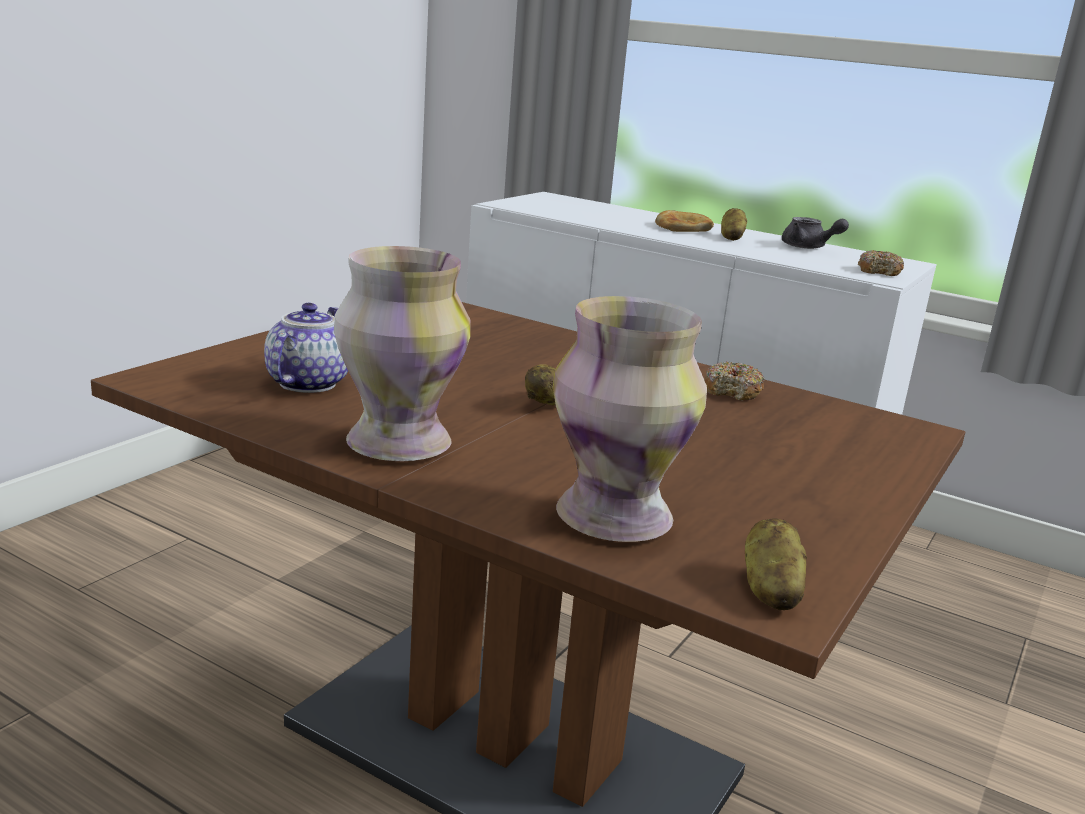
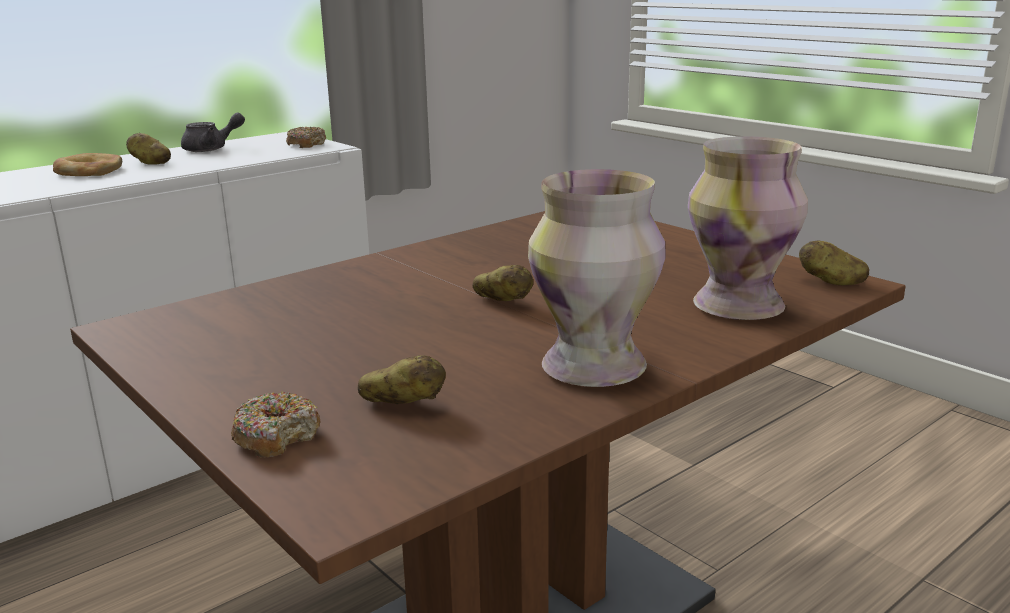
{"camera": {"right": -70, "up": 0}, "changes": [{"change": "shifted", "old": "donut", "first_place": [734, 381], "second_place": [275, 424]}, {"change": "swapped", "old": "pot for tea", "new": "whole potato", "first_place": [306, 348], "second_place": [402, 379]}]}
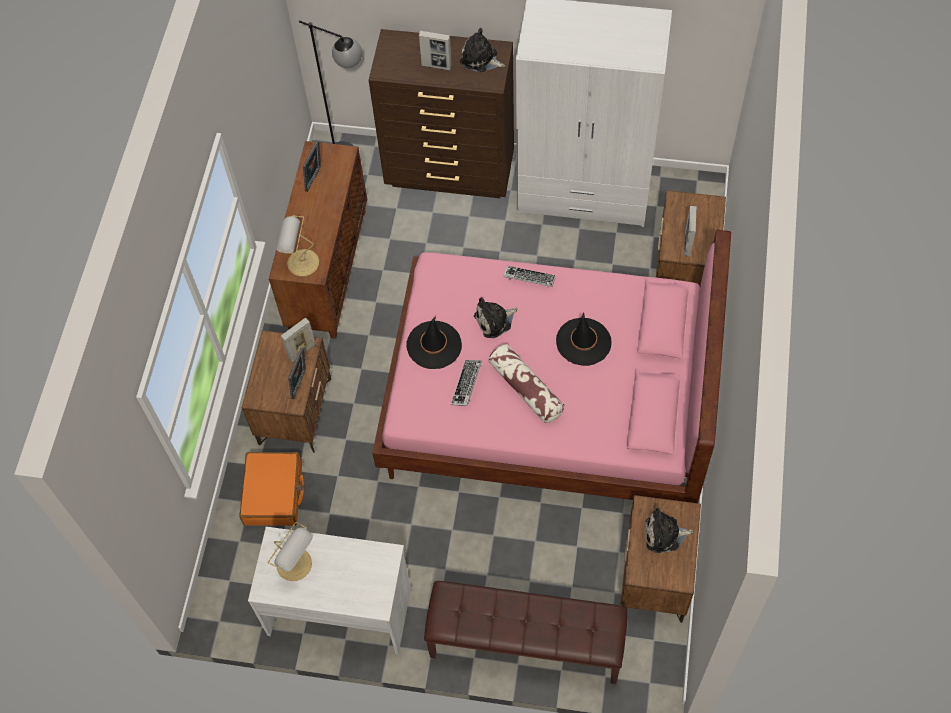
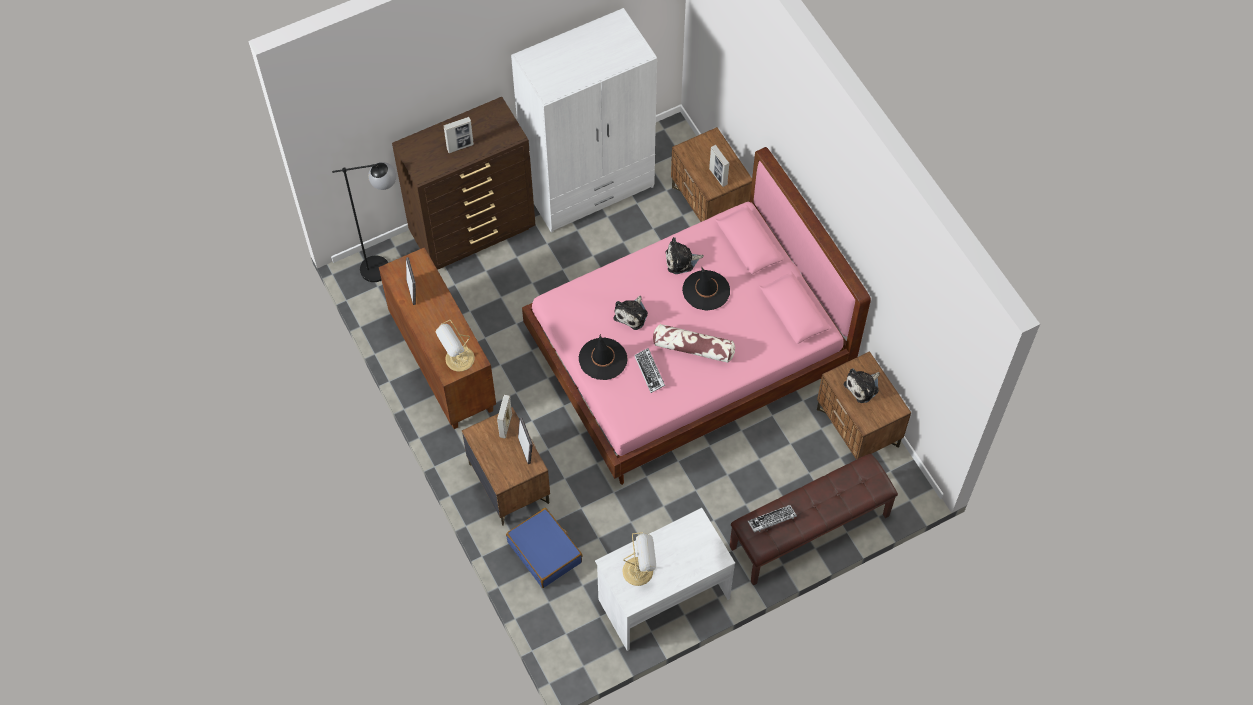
{"camera": {"right": -40, "up": 0}, "changes": [{"change": "shifted", "old": "cuddly toy", "first_place": [482, 50], "second_place": [684, 255]}, {"change": "shifted", "old": "keyboard", "first_place": [529, 277], "second_place": [772, 519]}, {"change": "repainted", "old": "orangey suitcase", "new": "bluish suitcase", "first_place": [271, 489], "second_place": [544, 548]}]}
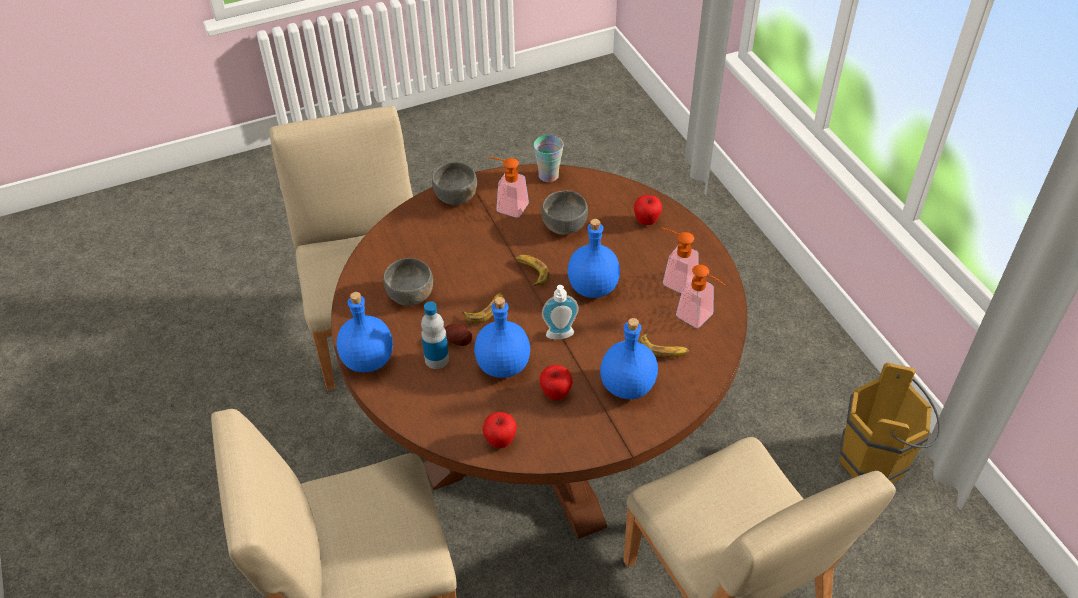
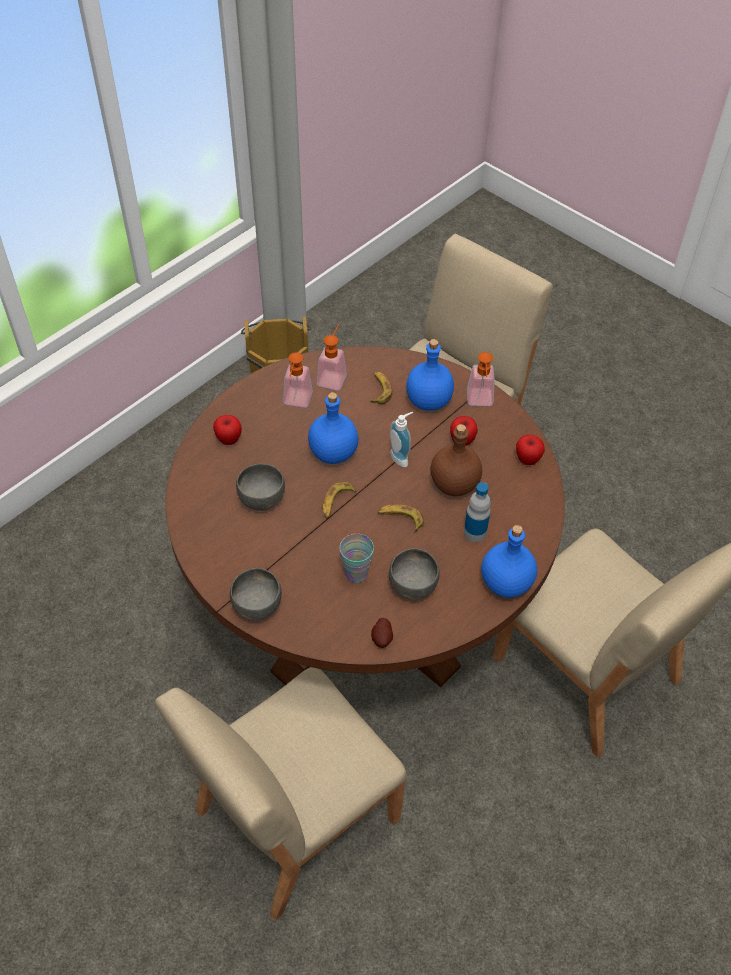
{"camera": {"right": -115, "up": 5}, "changes": [{"change": "shifted", "old": "whole potato", "first_place": [458, 335], "second_place": [382, 633]}, {"change": "shifted", "old": "soap dispenser", "first_place": [508, 187], "second_place": [481, 379]}, {"change": "shifted", "old": "drinking cup", "first_place": [548, 158], "second_place": [357, 558]}, {"change": "repainted", "old": "bluish bottle", "new": "brown bottle", "first_place": [502, 337], "second_place": [456, 460]}]}
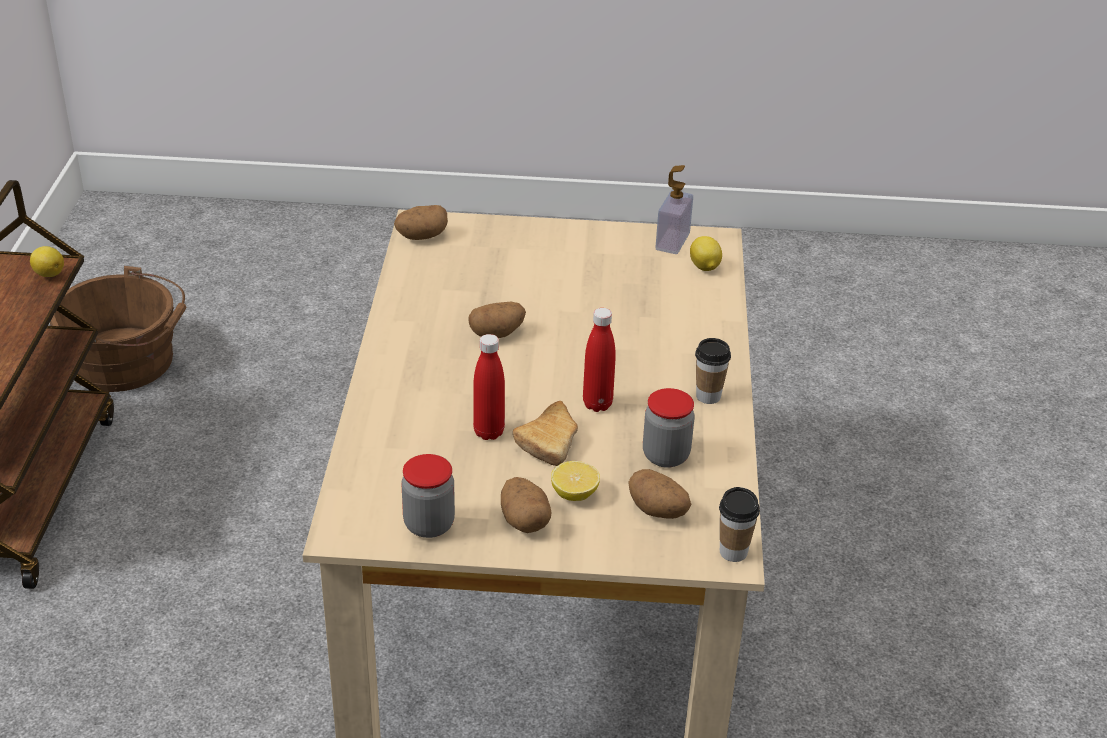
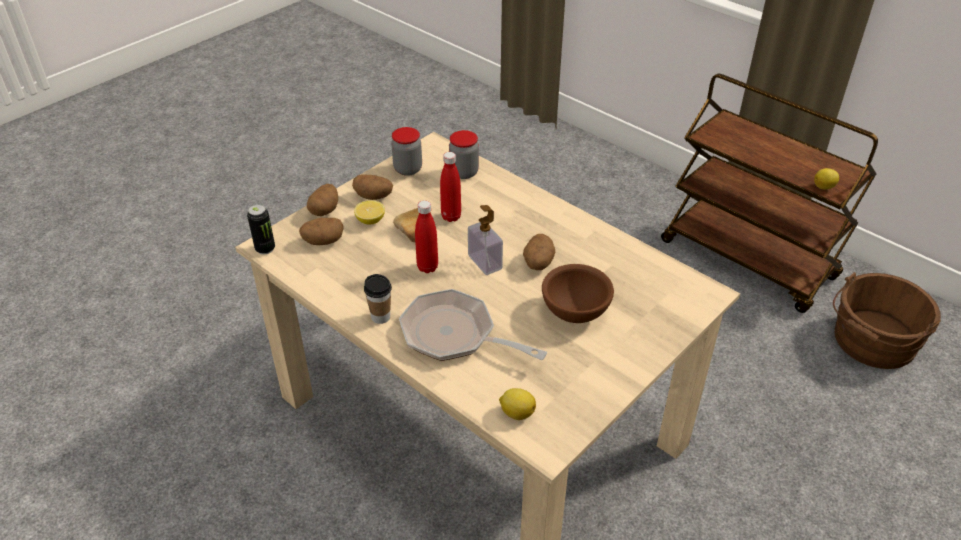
{"camera": {"right": 130, "up": 5}, "changes": [{"change": "new", "new": "pan", "second_place": [473, 325]}, {"change": "new", "new": "brown bowl", "second_place": [578, 293]}, {"change": "shifted", "old": "whole potato", "first_place": [421, 222], "second_place": [322, 200]}, {"change": "shifted", "old": "preserve jar", "first_place": [669, 428], "second_place": [464, 154]}, {"change": "shifted", "old": "soap dispenser", "first_place": [674, 209], "second_place": [485, 240]}, {"change": "swapped", "old": "drinking cup", "new": "metal can", "first_place": [739, 524], "second_place": [261, 229]}]}
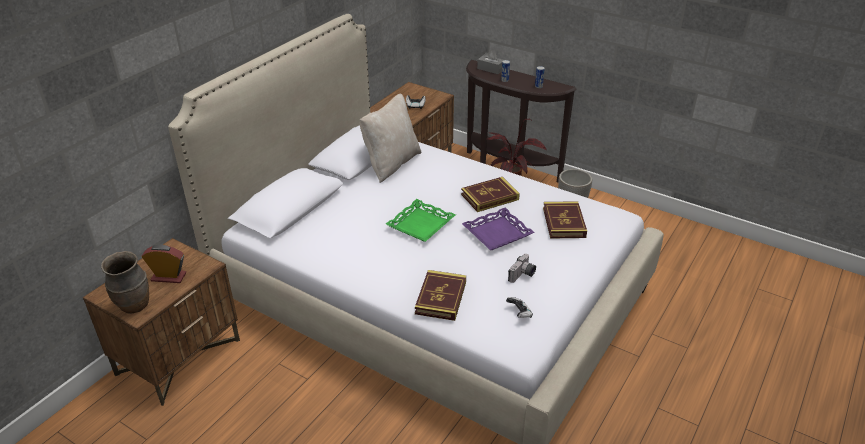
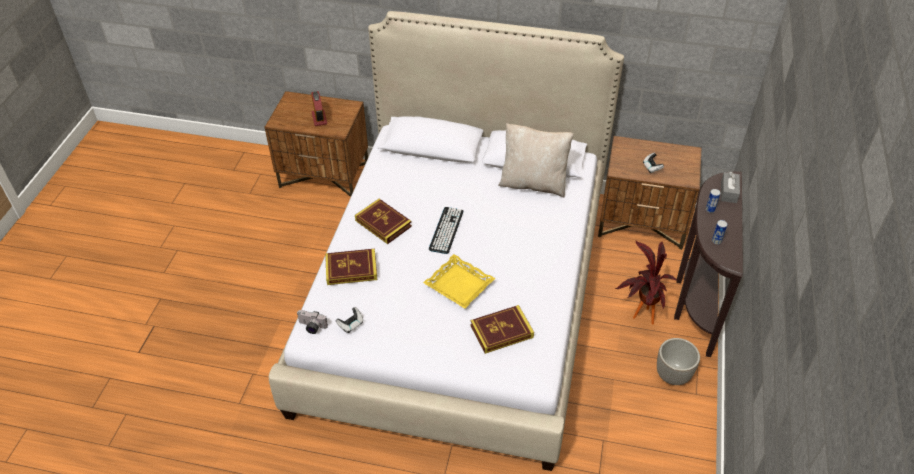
{"camera": {"right": 70, "up": 10}, "changes": [{"change": "gone", "old": "brown flower vase", "first_place": [125, 282]}, {"change": "shifted", "old": "bound book", "first_place": [490, 194], "second_place": [383, 221]}, {"change": "shifted", "old": "photo camera", "first_place": [522, 268], "second_place": [312, 322]}, {"change": "swapped", "old": "green-coloured serving tray", "new": "keyboard", "first_place": [421, 220], "second_place": [446, 230]}, {"change": "repainted", "old": "purple serving tray", "new": "yellow-coloured serving tray", "first_place": [498, 228], "second_place": [459, 281]}]}
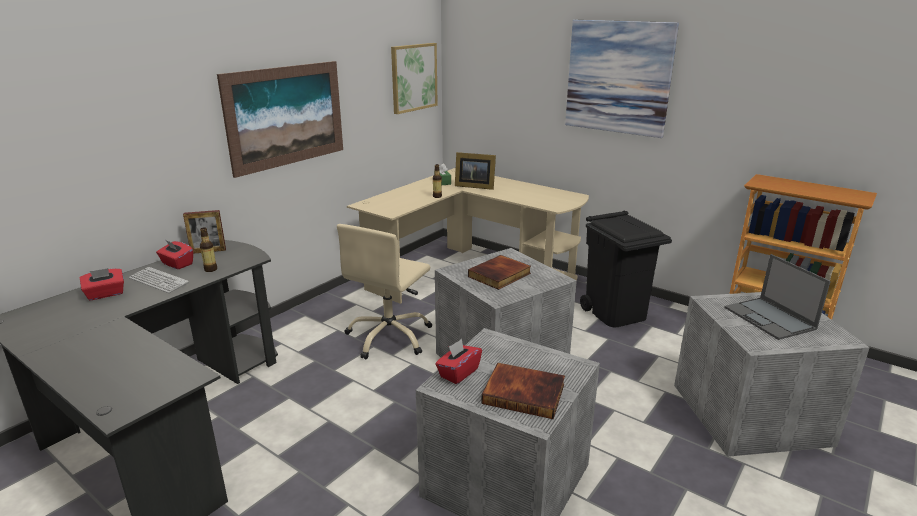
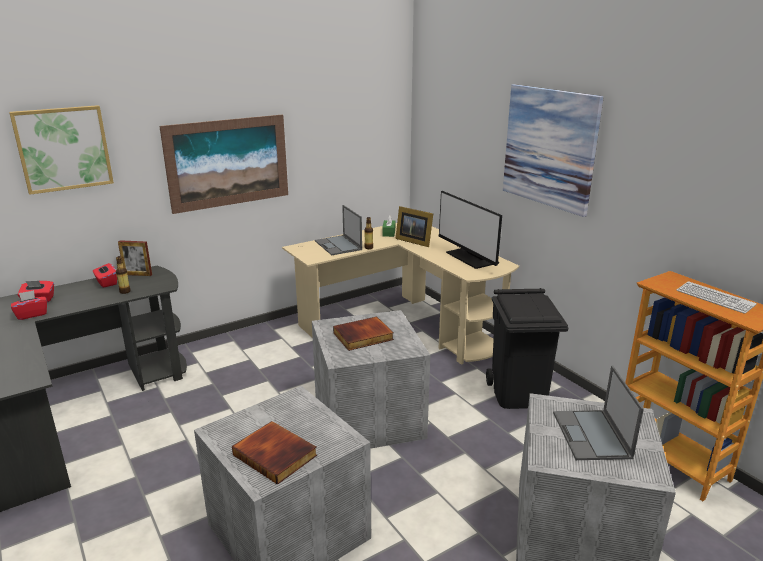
{"camera": {"right": 20, "up": 0}, "changes": [{"change": "gone", "old": "beige desk chair", "first_place": [384, 291]}, {"change": "new", "new": "laptop", "second_place": [338, 230]}, {"change": "new", "new": "monitor", "second_place": [470, 230]}, {"change": "shifted", "old": "keyboard", "first_place": [159, 280], "second_place": [717, 297]}, {"change": "shifted", "old": "wall picture", "first_place": [414, 78], "second_place": [61, 150]}, {"change": "shifted", "old": "red-coloured box of tissues", "first_place": [458, 361], "second_place": [29, 305]}]}
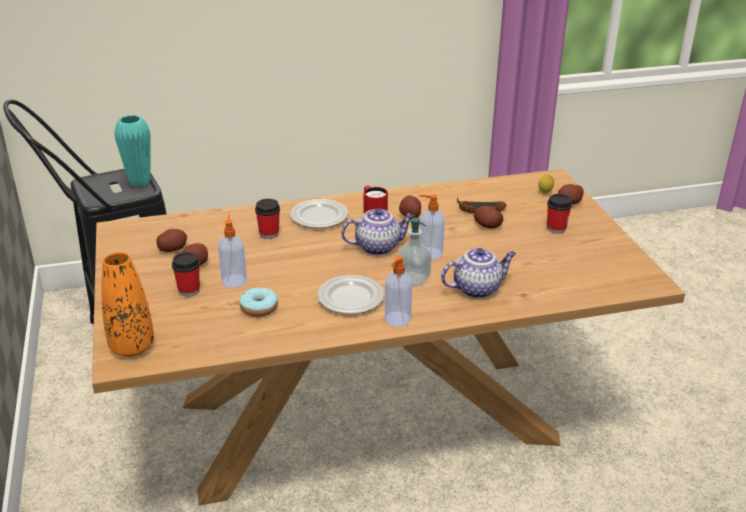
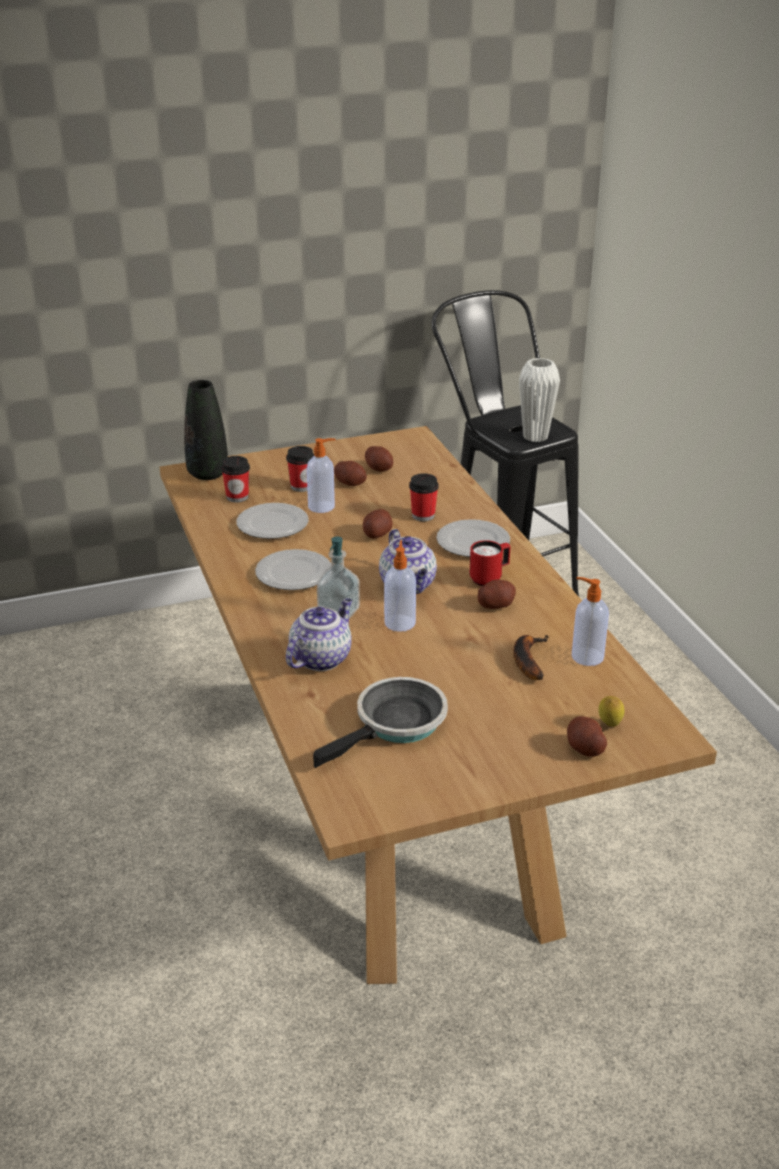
{"camera": {"right": 85, "up": 0}, "changes": [{"change": "new", "new": "pan", "second_place": [380, 722]}, {"change": "shifted", "old": "soap dispenser", "first_place": [398, 291], "second_place": [590, 621]}, {"change": "shifted", "old": "whole potato", "first_place": [488, 217], "second_place": [378, 523]}, {"change": "shifted", "old": "drinking cup", "first_place": [559, 214], "second_place": [235, 479]}, {"change": "swapped", "old": "donut", "new": "plate", "first_place": [258, 302], "second_place": [273, 521]}, {"change": "repainted", "old": "orangey flower vase", "new": "blackish flower vase", "first_place": [127, 304], "second_place": [206, 430]}, {"change": "repainted", "old": "turquoise-coloured flower vase", "new": "whitish flower vase", "first_place": [132, 150], "second_place": [539, 400]}, {"change": "rotated", "old": "pot for tea", "first_place": [478, 273], "second_place": [319, 634], "degrees": -120}]}
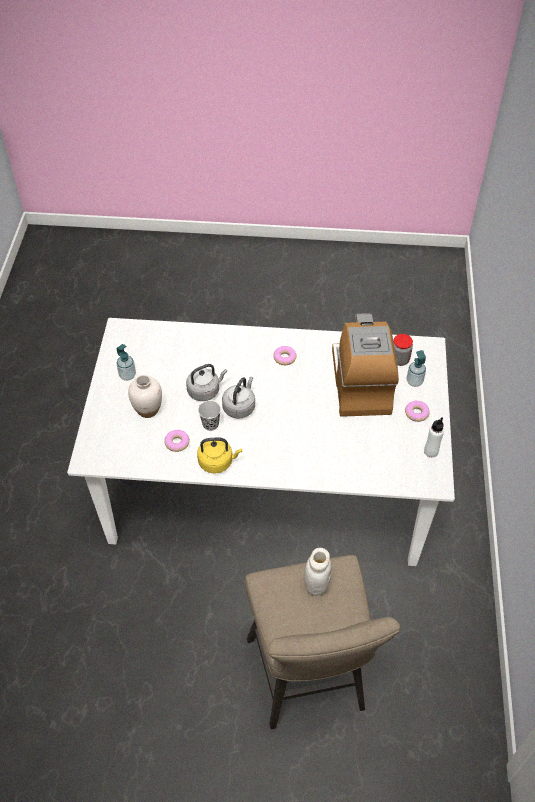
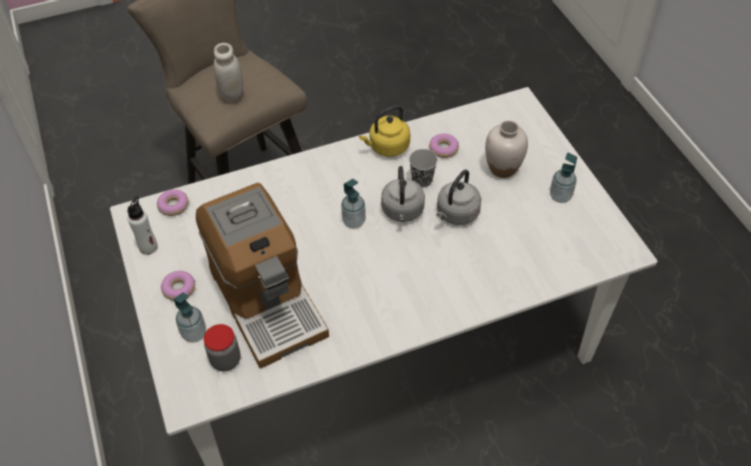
{"camera": {"right": 155, "up": 0}, "changes": [{"change": "new", "new": "soap dispenser", "second_place": [353, 204]}, {"change": "shifted", "old": "donut", "first_place": [285, 355], "second_place": [173, 202]}]}
